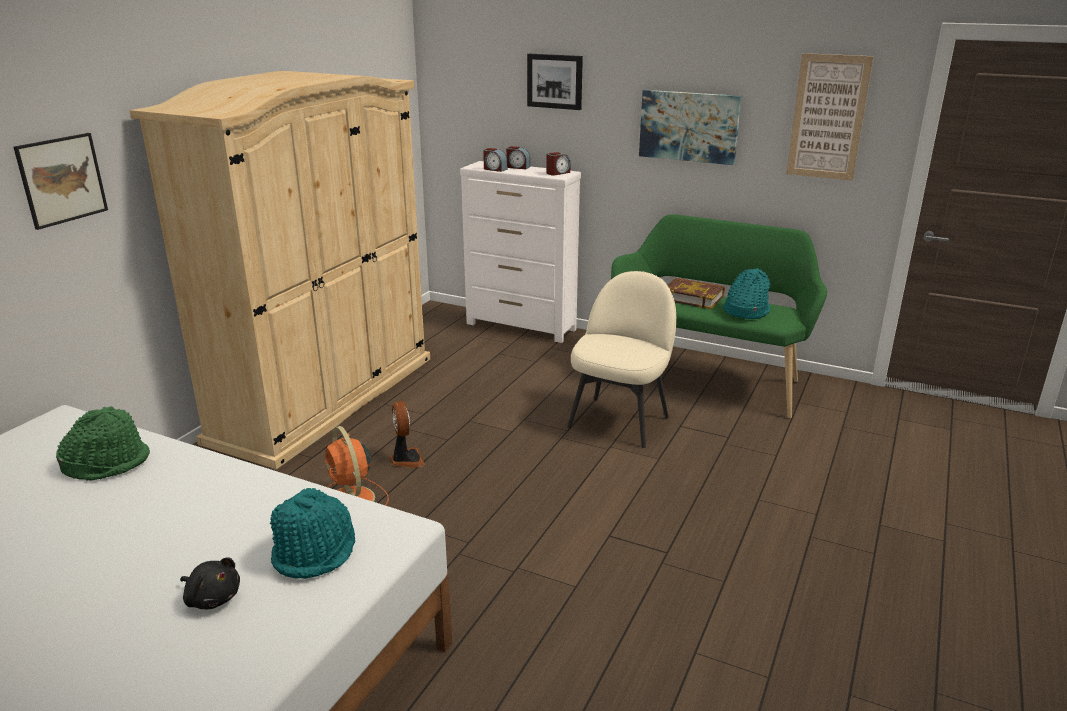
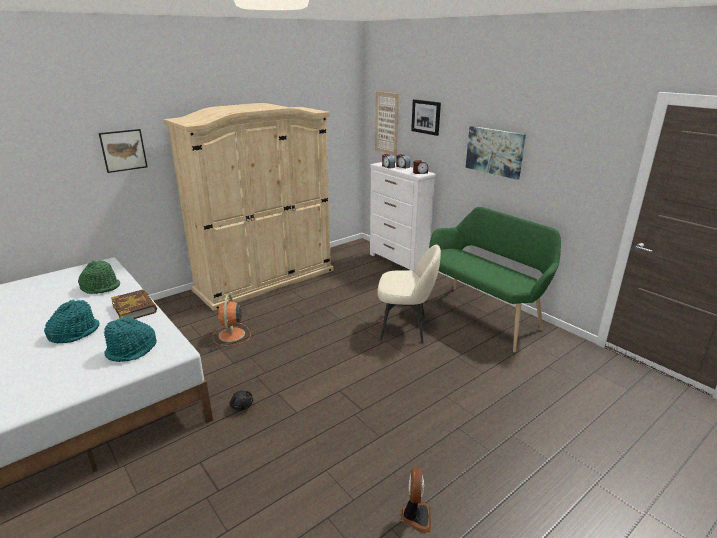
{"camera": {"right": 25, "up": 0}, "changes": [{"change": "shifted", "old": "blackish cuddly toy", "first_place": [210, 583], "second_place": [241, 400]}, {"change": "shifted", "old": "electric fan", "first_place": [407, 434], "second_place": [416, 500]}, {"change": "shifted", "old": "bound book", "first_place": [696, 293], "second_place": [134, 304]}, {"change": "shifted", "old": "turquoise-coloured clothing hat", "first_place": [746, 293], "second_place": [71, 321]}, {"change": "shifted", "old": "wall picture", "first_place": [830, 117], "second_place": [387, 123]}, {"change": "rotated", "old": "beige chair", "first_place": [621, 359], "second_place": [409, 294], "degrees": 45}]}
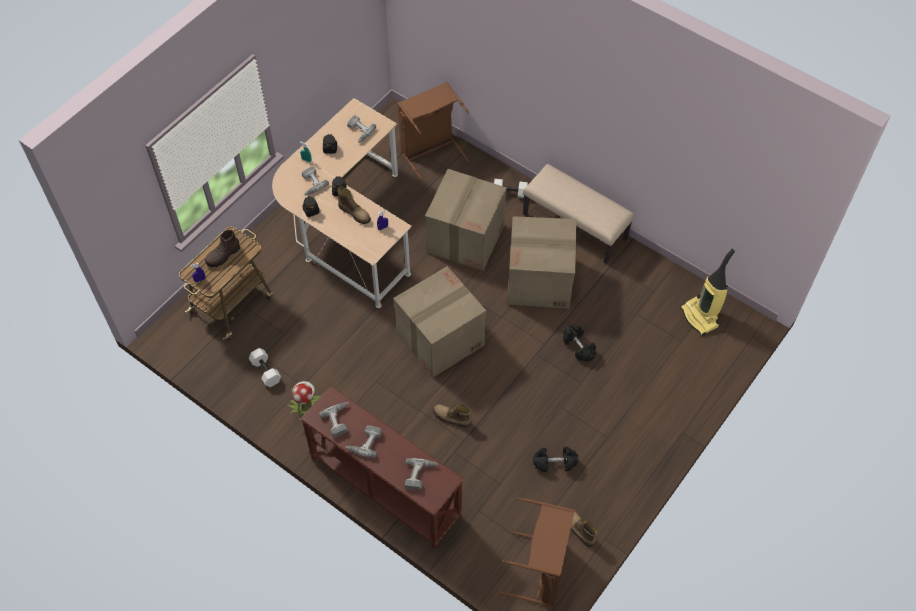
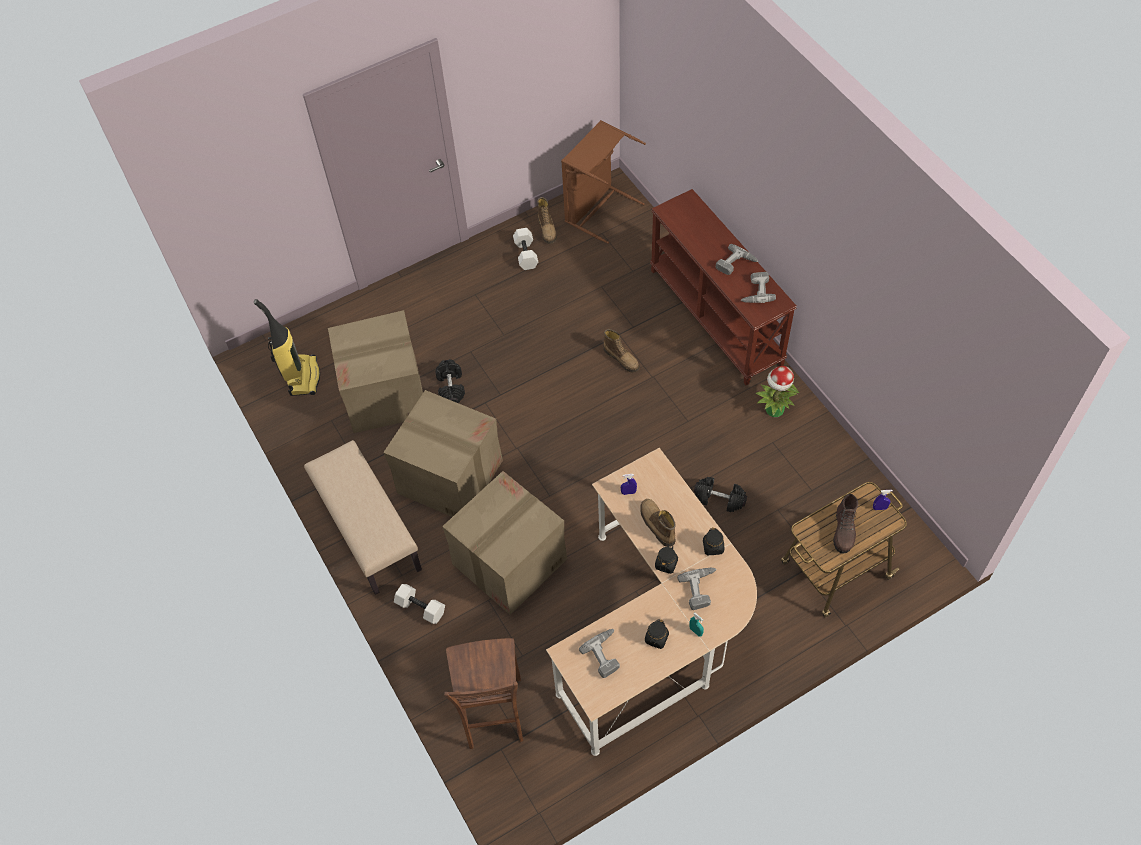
{"camera": {"right": -155, "up": 0}, "changes": [{"change": "gone", "old": "electric drill", "first_place": [422, 474]}, {"change": "shifted", "old": "whitish dumbbell", "first_place": [265, 367], "second_place": [525, 249]}, {"change": "shifted", "old": "packing box", "first_place": [439, 322], "second_place": [375, 371]}, {"change": "shifted", "old": "blackish dumbbell", "first_place": [555, 459], "second_place": [720, 494]}, {"change": "swapped", "old": "brown laundry basket", "new": "brown stool seat", "first_place": [433, 132], "second_place": [483, 693]}, {"change": "rotated", "old": "brown tall boot", "first_place": [222, 248], "second_place": [845, 524], "degrees": 120}]}
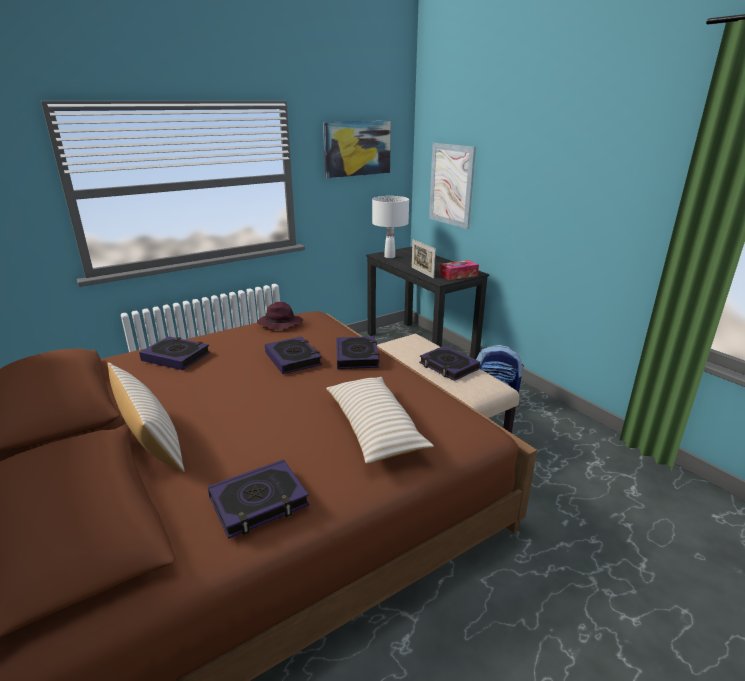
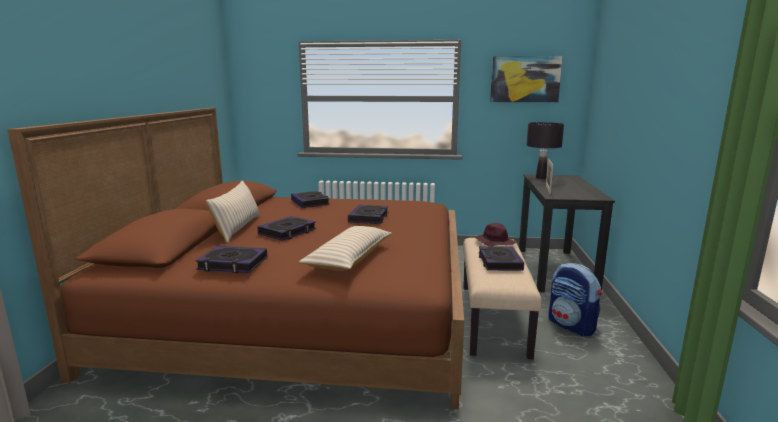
{"camera": {"right": 40, "up": -10}, "changes": [{"change": "gone", "old": "wall picture", "first_place": [452, 186]}, {"change": "gone", "old": "box of tissues", "first_place": [459, 270]}, {"change": "shifted", "old": "purple clothing hat", "first_place": [280, 316], "second_place": [495, 234]}, {"change": "shifted", "old": "bound book", "first_place": [357, 352], "second_place": [287, 228]}, {"change": "repainted", "old": "whitish table lamp", "new": "blackish table lamp", "first_place": [390, 227], "second_place": [545, 150]}]}
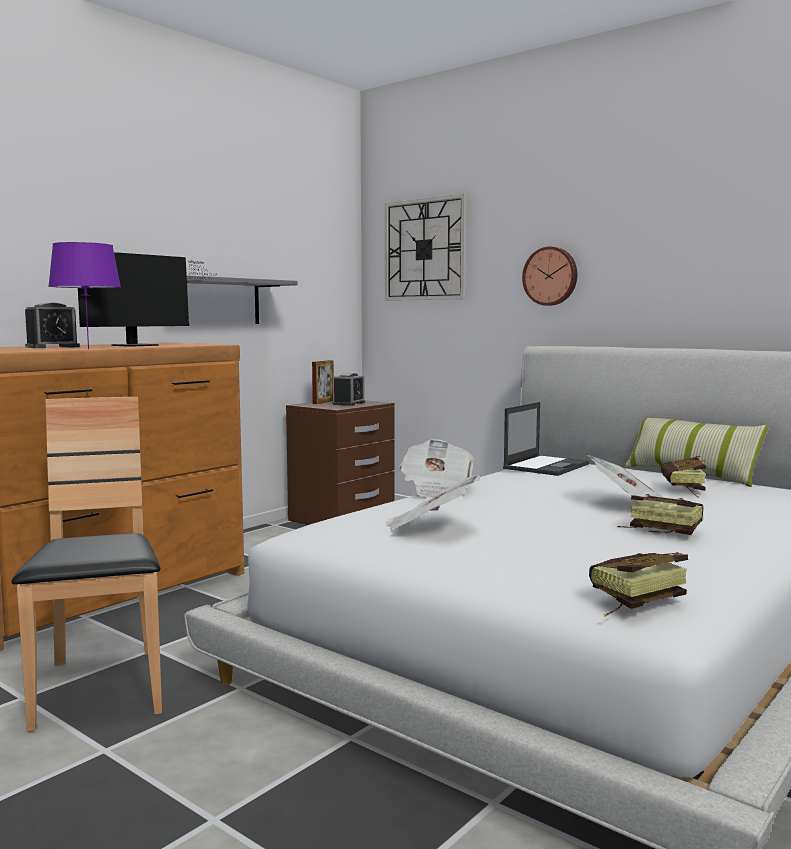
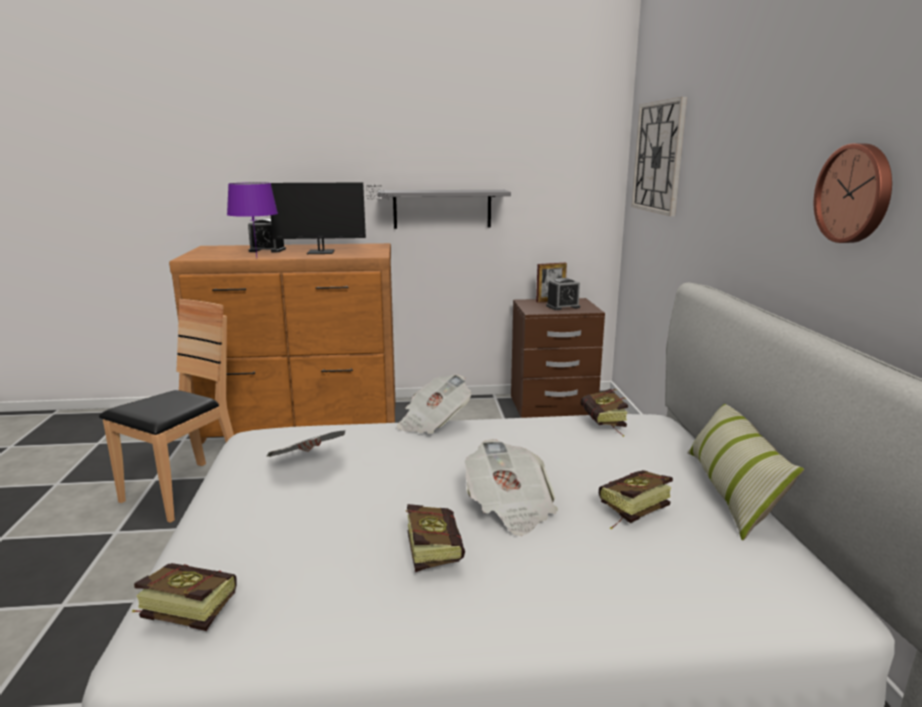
{"camera": {"right": 45, "up": 10}, "changes": [{"change": "shifted", "old": "wall clock", "first_place": [549, 276], "second_place": [853, 193]}, {"change": "swapped", "old": "laptop", "new": "bound book", "first_place": [546, 439], "second_place": [604, 413]}]}
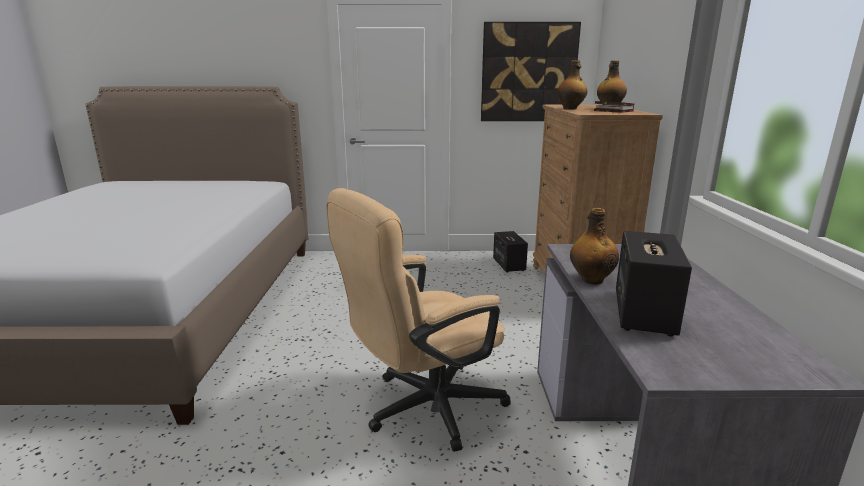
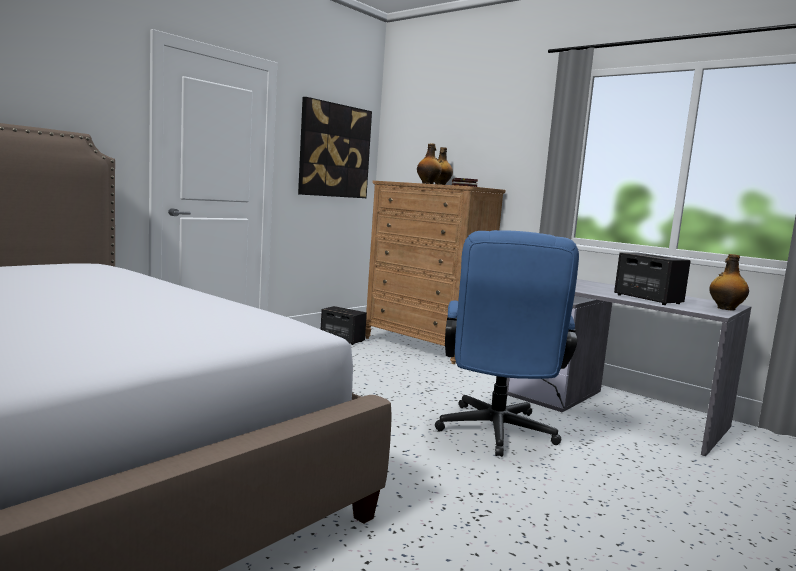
{"camera": {"right": -50, "up": -10}, "changes": [{"change": "shifted", "old": "bottle", "first_place": [594, 246], "second_place": [729, 282]}, {"change": "repainted", "old": "beige desk chair", "new": "bluish desk chair", "first_place": [418, 320], "second_place": [507, 343]}]}
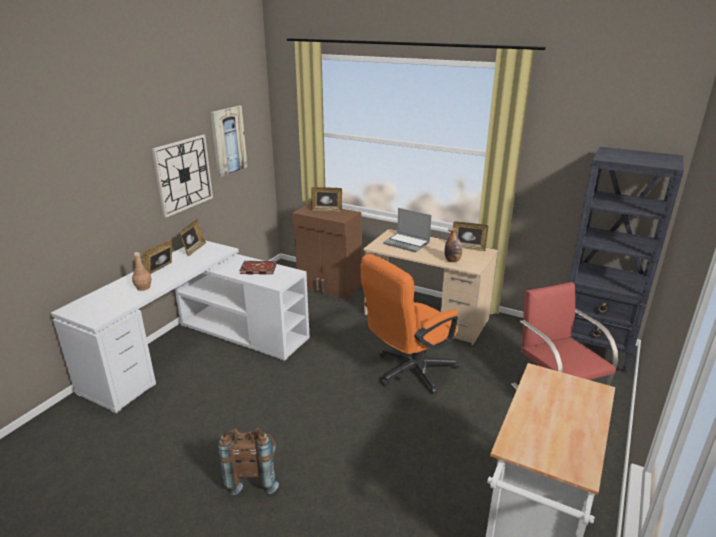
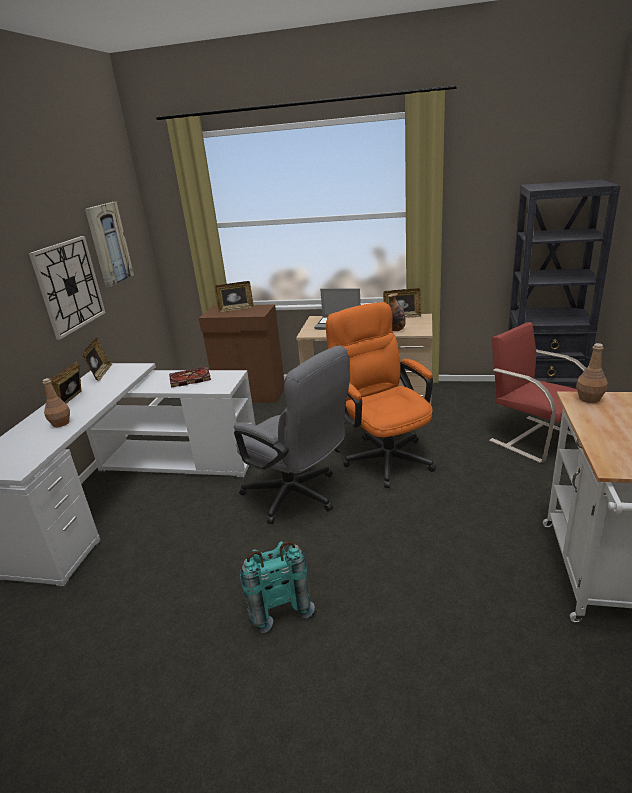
{"camera": {"right": -15, "up": 0}, "changes": [{"change": "new", "new": "gray desk chair", "second_place": [292, 435]}, {"change": "new", "new": "brown bottle", "second_place": [592, 373]}, {"change": "repainted", "old": "brown rucksack", "new": "turquoise-coloured rucksack", "first_place": [248, 461], "second_place": [277, 587]}, {"change": "rotated", "old": "orangey desk chair", "first_place": [410, 324], "second_place": [381, 395], "degrees": 120}]}
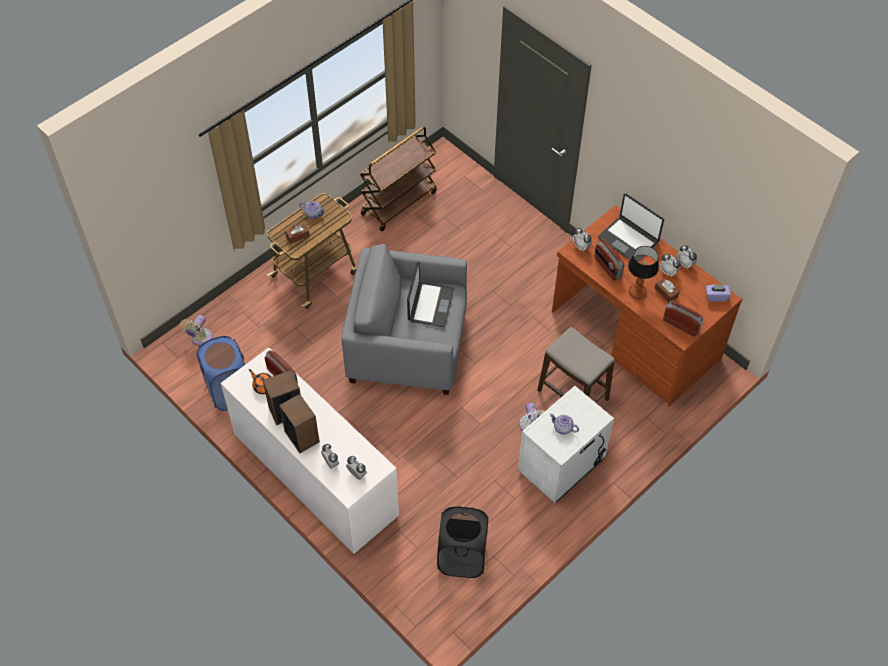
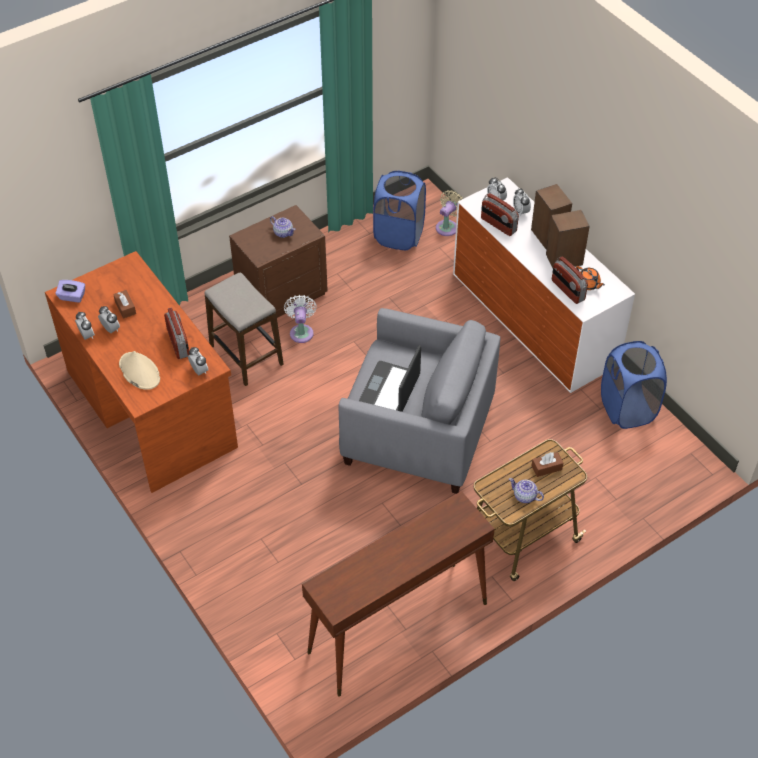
{"camera": {"right": -170, "up": -5}, "changes": [{"change": "gone", "old": "table lamp", "first_place": [643, 272]}, {"change": "shifted", "old": "beige electric fan", "first_place": [196, 330], "second_place": [449, 213]}, {"change": "shifted", "old": "radio set", "first_place": [683, 318], "second_place": [500, 214]}, {"change": "swapped", "old": "brown trolley", "new": "brown narrow table", "first_place": [398, 178], "second_place": [398, 593]}, {"change": "swapped", "old": "laptop", "new": "beige clothing hat", "first_place": [631, 227], "second_place": [139, 370]}, {"change": "repainted", "old": "blackish laundry basket", "new": "bluish laundry basket", "first_place": [462, 542], "second_place": [399, 210]}, {"change": "repainted", "old": "whitish night table", "new": "brown night table", "first_place": [566, 444], "second_place": [278, 265]}]}
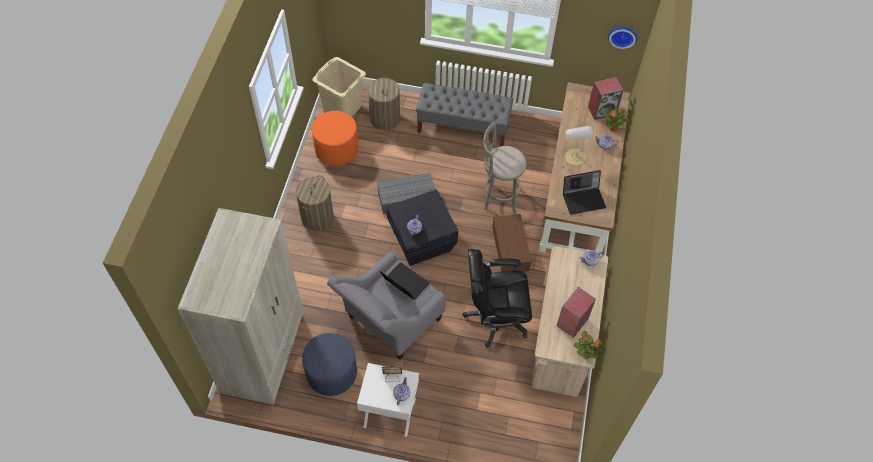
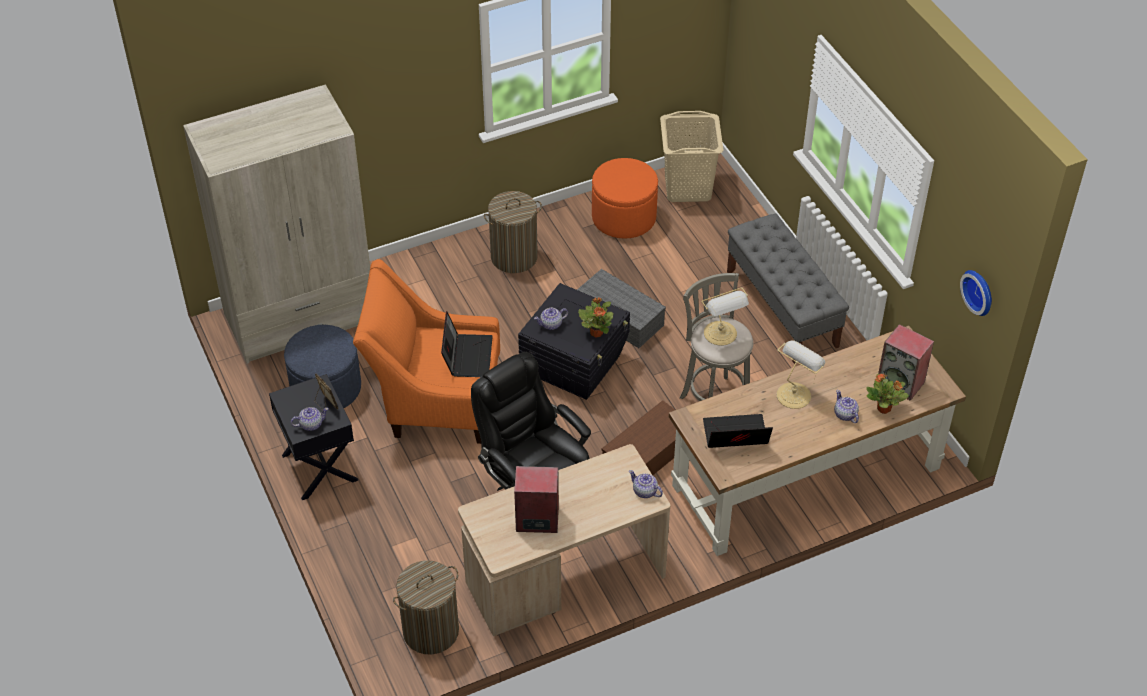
{"camera": {"right": 55, "up": -10}, "changes": [{"change": "new", "new": "table lamp", "second_place": [725, 317]}, {"change": "shifted", "old": "laundry basket", "first_place": [384, 103], "second_place": [426, 607]}, {"change": "shifted", "old": "potted plant", "first_place": [589, 345], "second_place": [595, 317]}, {"change": "repainted", "old": "gray lounge chair", "new": "orangey lounge chair", "first_place": [386, 306], "second_place": [426, 351]}, {"change": "repainted", "old": "whitish night table", "new": "blackish night table", "first_place": [388, 400], "second_place": [313, 437]}, {"change": "rotated", "old": "laptop", "first_place": [584, 192], "second_place": [738, 431], "degrees": 135}]}
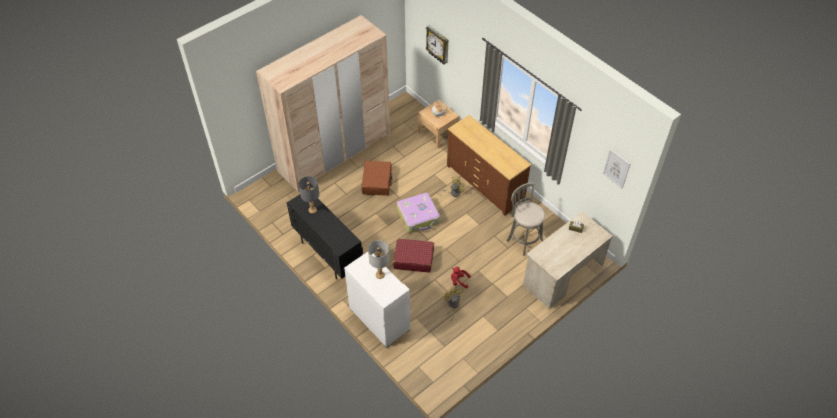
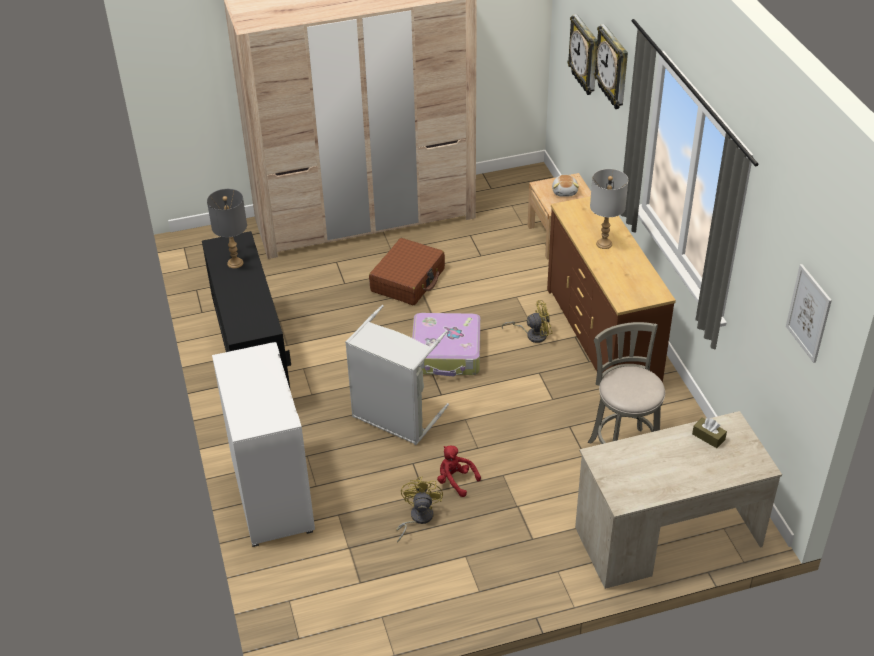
{"camera": {"right": 25, "up": -10}, "changes": [{"change": "new", "new": "wall clock", "second_place": [611, 66]}, {"change": "shifted", "old": "gray table lamp", "first_place": [378, 259], "second_place": [609, 209]}, {"change": "swapped", "old": "red-coloured suitcase", "new": "gray laundry basket", "first_place": [413, 255], "second_place": [397, 375]}]}
